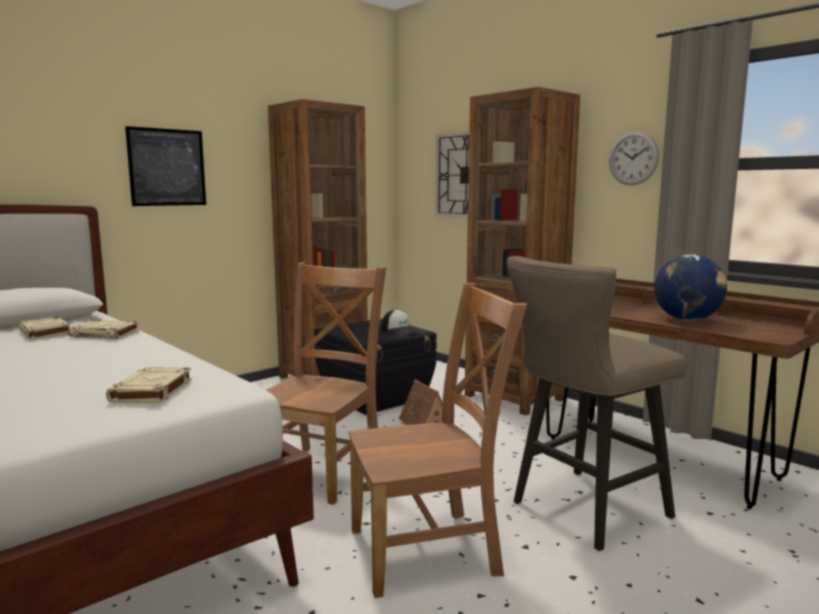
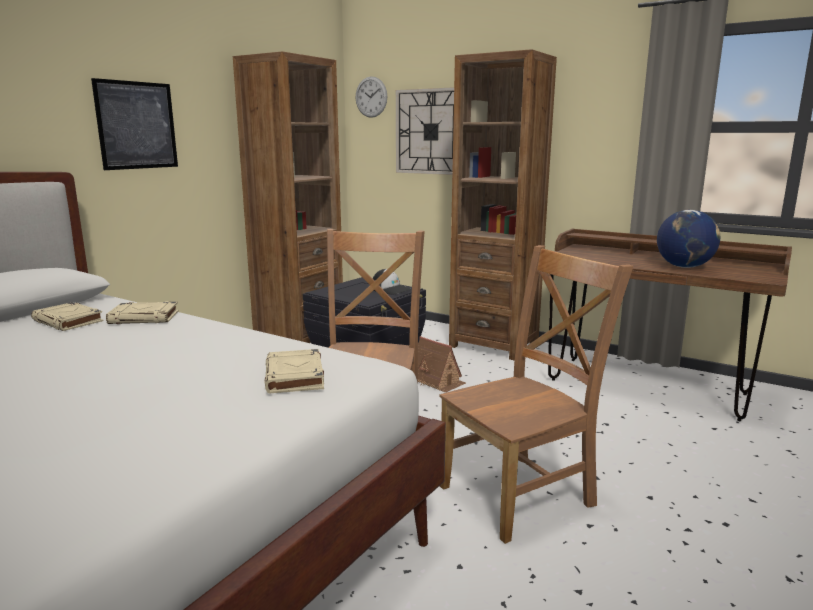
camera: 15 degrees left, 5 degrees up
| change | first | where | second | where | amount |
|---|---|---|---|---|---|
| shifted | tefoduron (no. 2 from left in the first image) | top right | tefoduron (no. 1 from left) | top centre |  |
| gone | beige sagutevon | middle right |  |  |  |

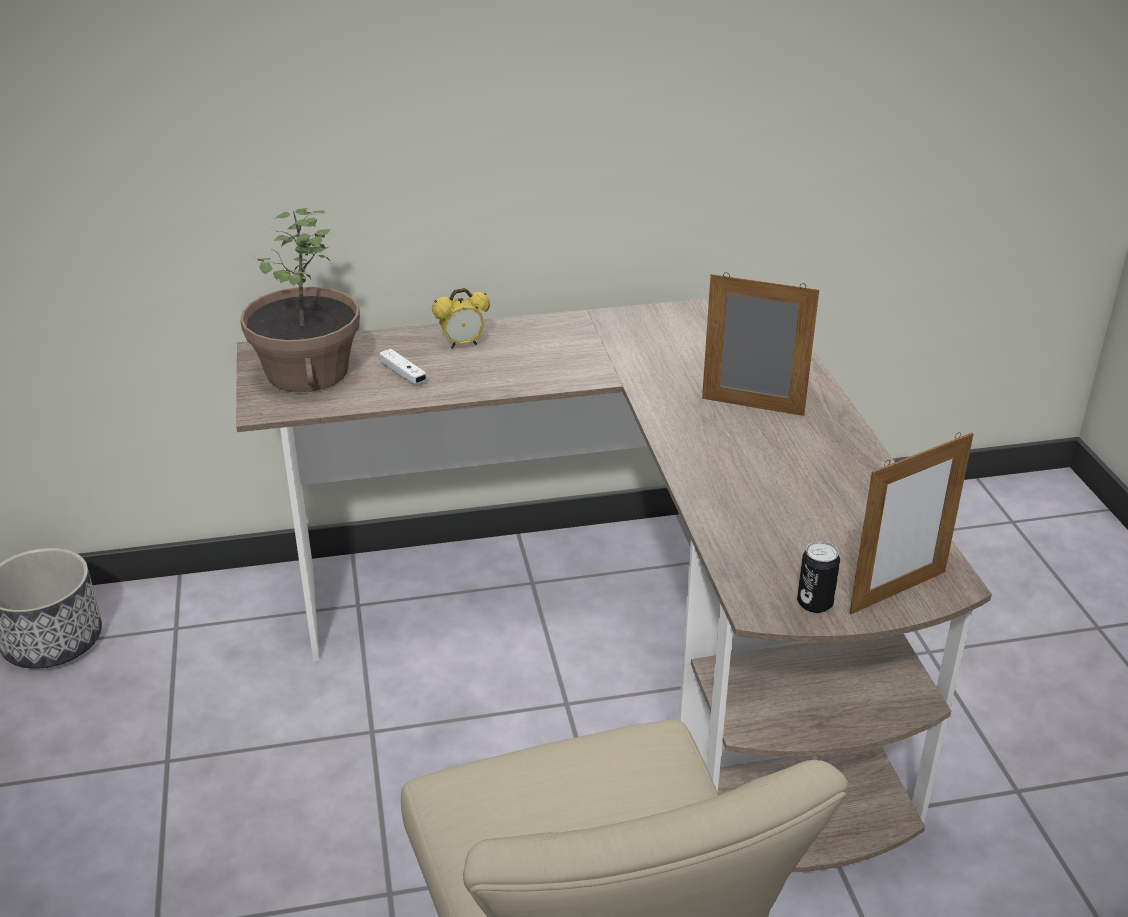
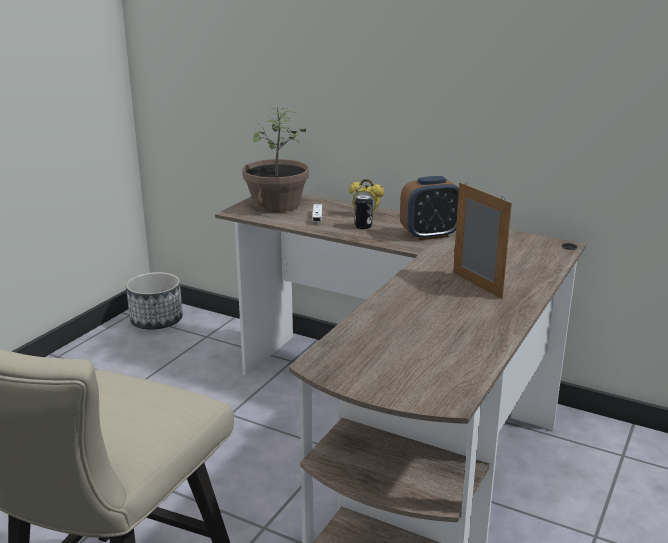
camera: 40 degrees right, 10 degrees down
| change | first | where | second | where | amount |
|---|---|---|---|---|---|
| gone | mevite (no. 2 from left) | middle right |  |  |  |
| shifted | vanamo | middle right |  | centre |  |
| new |  |  | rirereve (no. 2 from left) | centre |  |

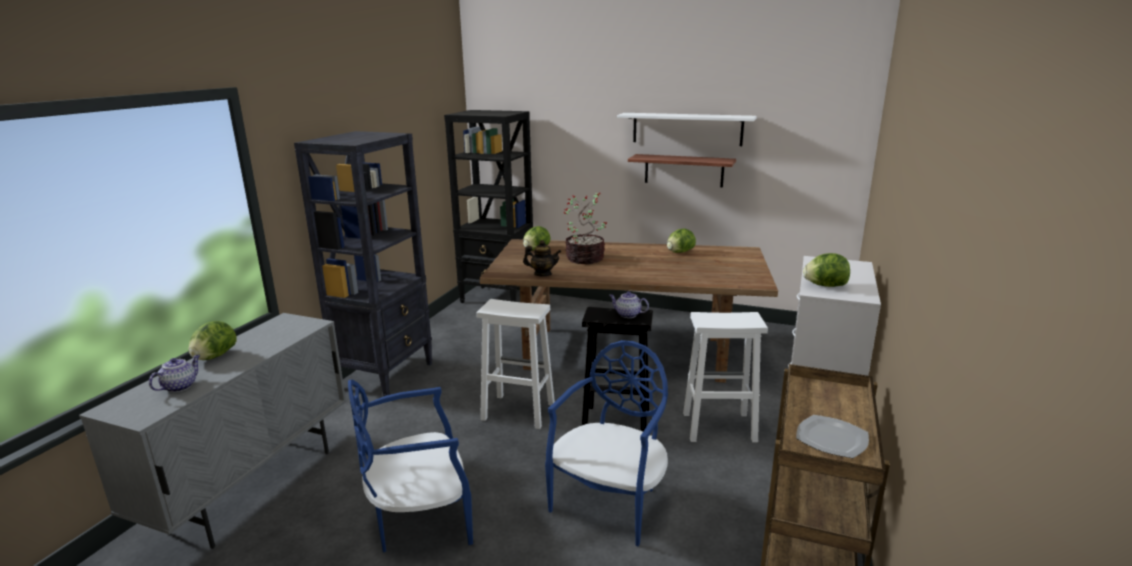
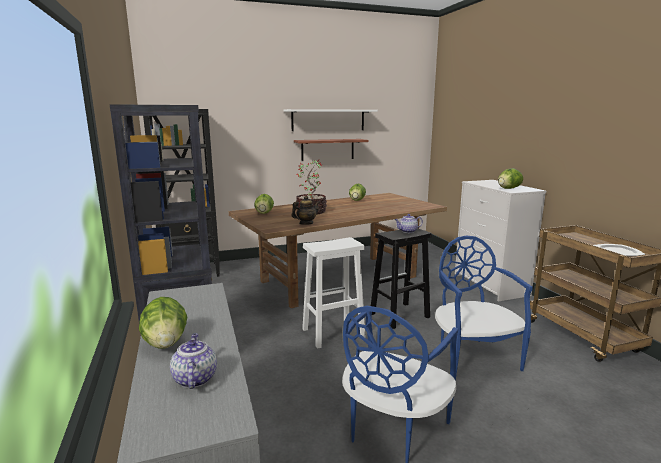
camera: 40 degrees left, 5 degrees down
| change | first | where | second | where | amount |
|---|---|---|---|---|---|
| gone | white sagutevon (no. 2 from left) | centre |  |  |  |

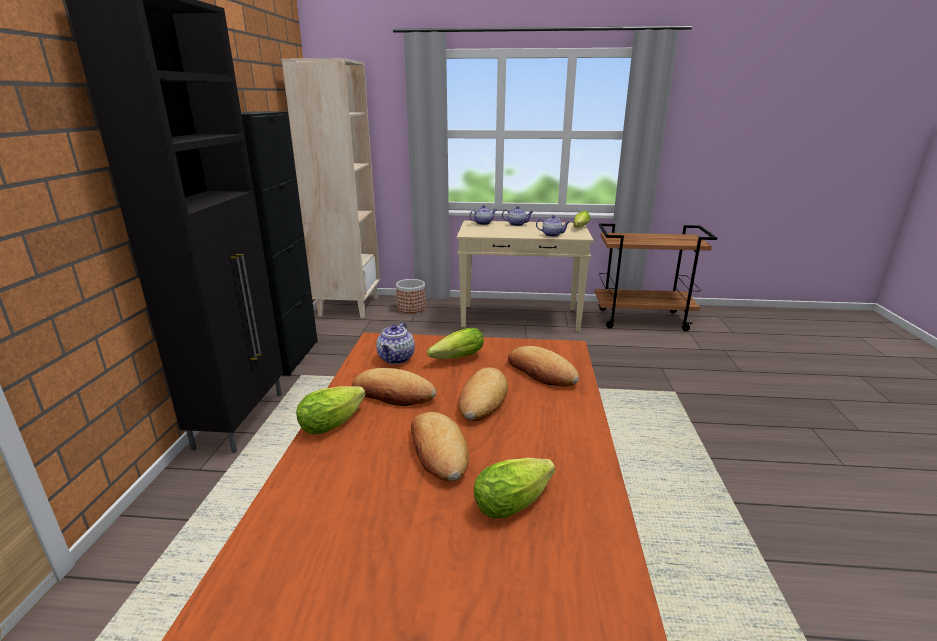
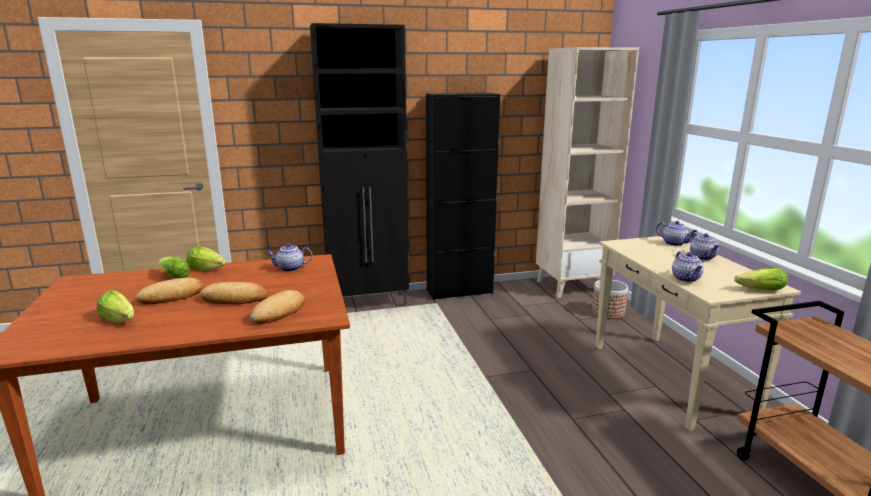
camera: 70 degrees right, 5 degrees down
| change | first | where | second | where | amount |
|---|---|---|---|---|---|
| shifted | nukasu (no. 2 from left) | centre |  | middle left |  |
| gone | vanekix (no. 1 from left) | centre |  |  |  |

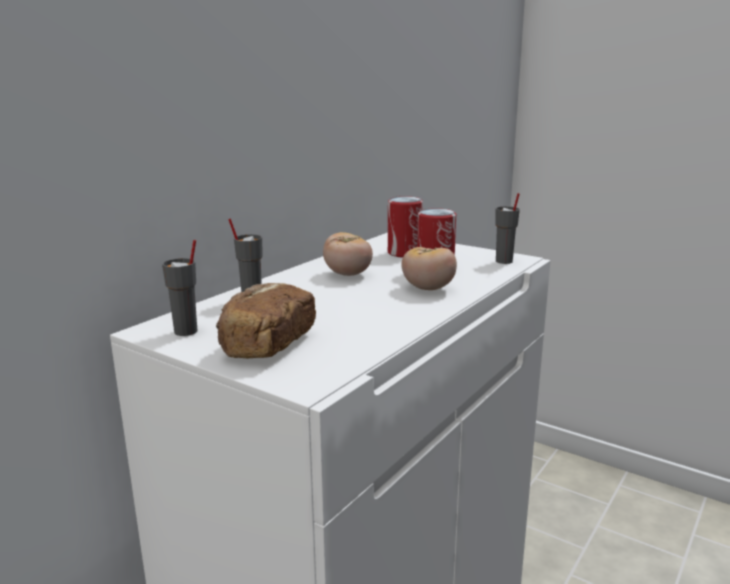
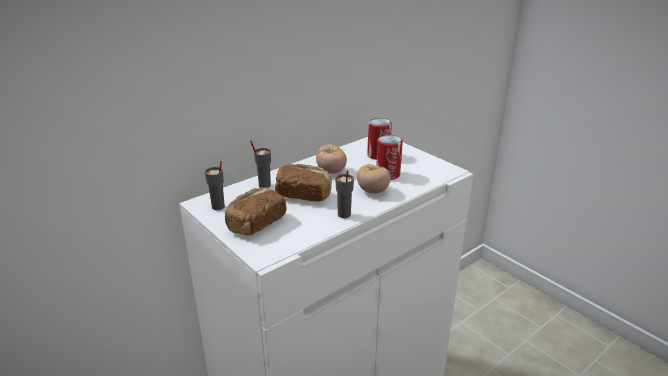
camera: 15 degrees right, 10 degrees up
| change | first | where | second | where | amount |
|---|---|---|---|---|---|
| shifted | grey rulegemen (no. 3 from left) | middle right |  | centre |  |
| new |  |  | vanekix (no. 2 from left) | centre |  |

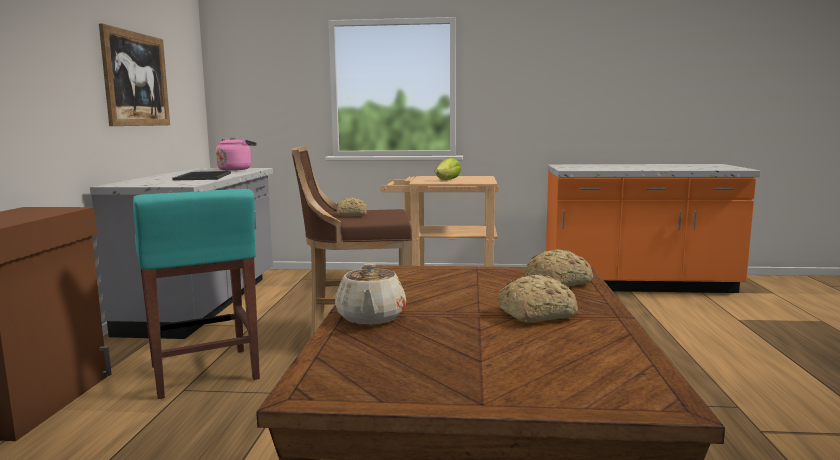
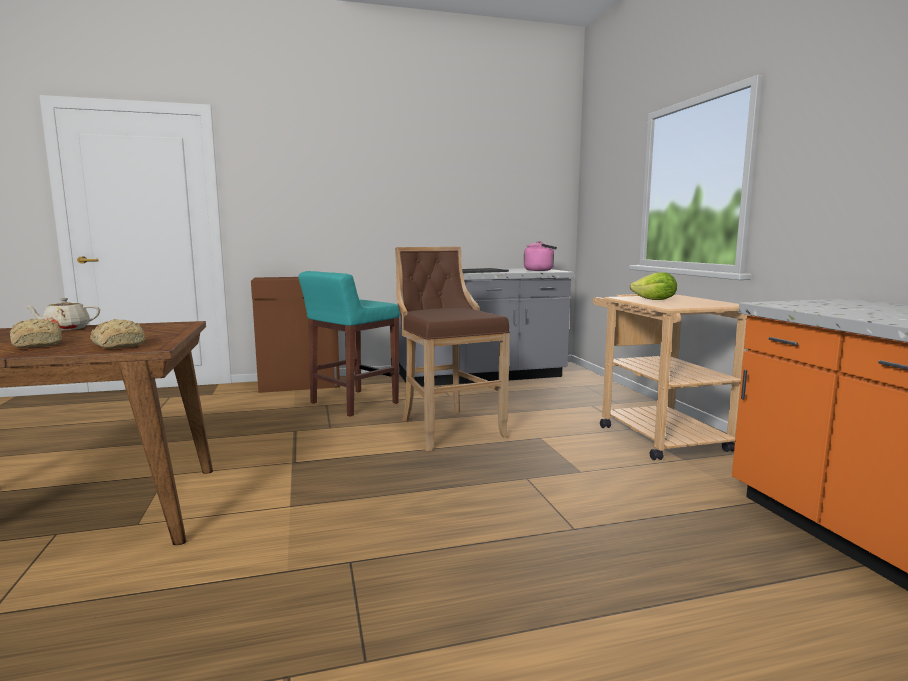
camera: 70 degrees right, 0 degrees up
| change | first | where | second | where | amount |
|---|---|---|---|---|---|
| gone | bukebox | top left |  |  |  |
| gone | vanekix (no. 1 from left) | centre |  |  |  |

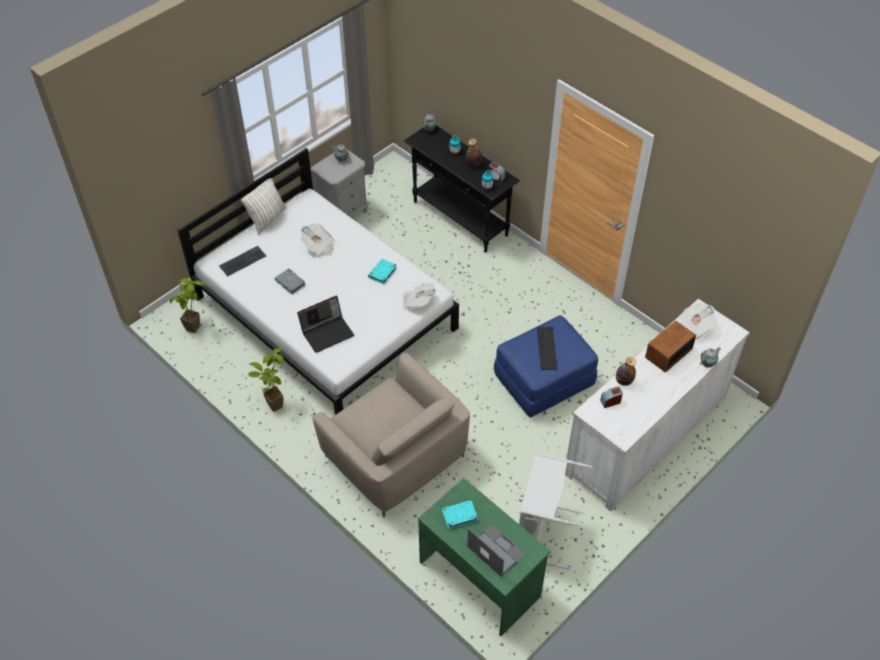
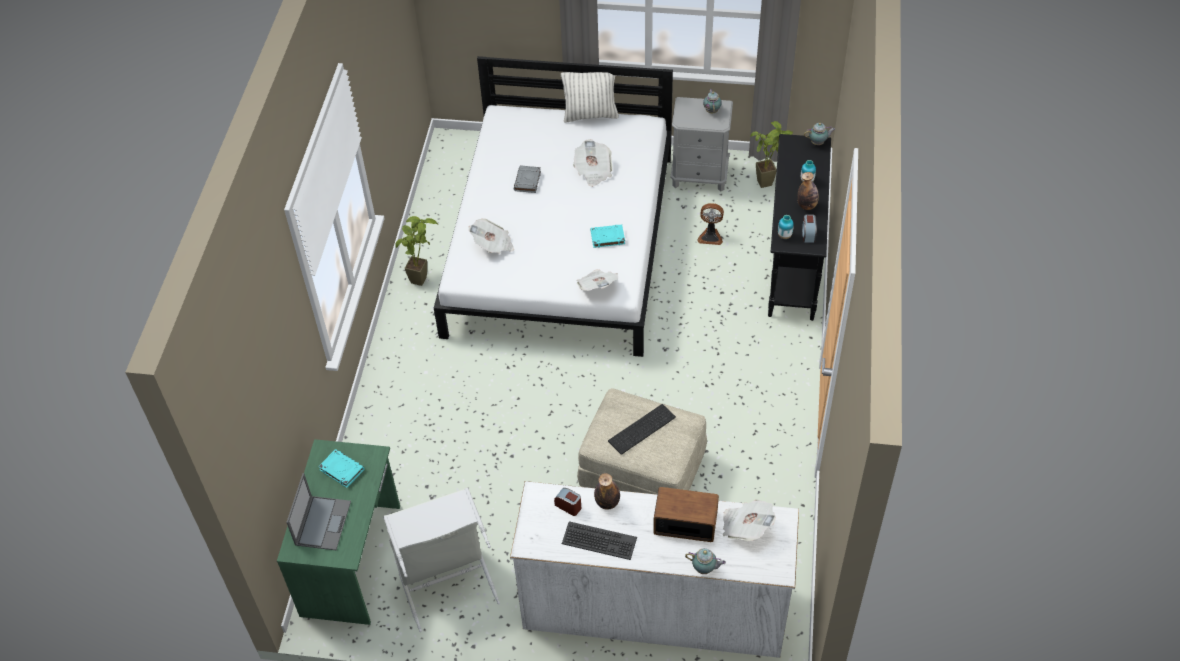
camera: 55 degrees right, 0 degrees up
| change | first | where | second | where | amount |
|---|---|---|---|---|---|
| shifted | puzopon (no. 1 from left) | middle left |  | bottom centre |  |
| shifted | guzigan (no. 1 from left in the first image) | middle left | guzigan (no. 2 from left) | top centre |  |
| swapped | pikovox (no. 1 from left) | centre | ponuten (no. 1 from left) | centre |  |
| repainted | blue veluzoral | centre | beige veluzoral | bottom centre |  |
| gone | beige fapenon | centre |  |  |  |
| new |  |  | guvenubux | centre |  |

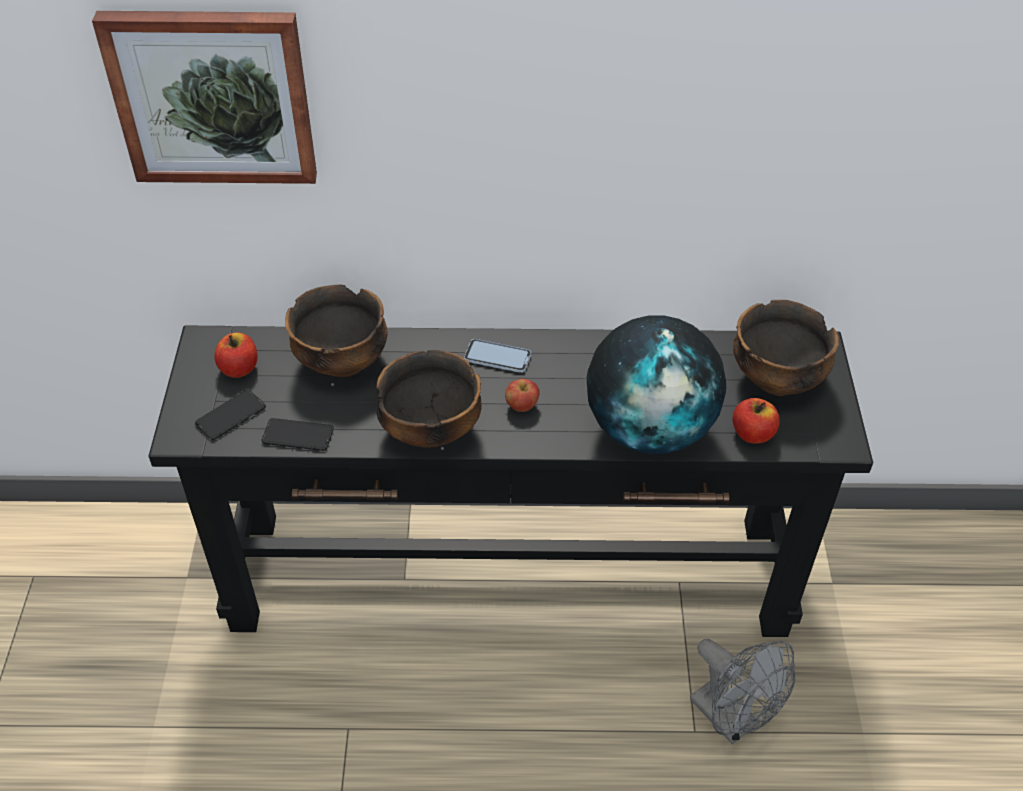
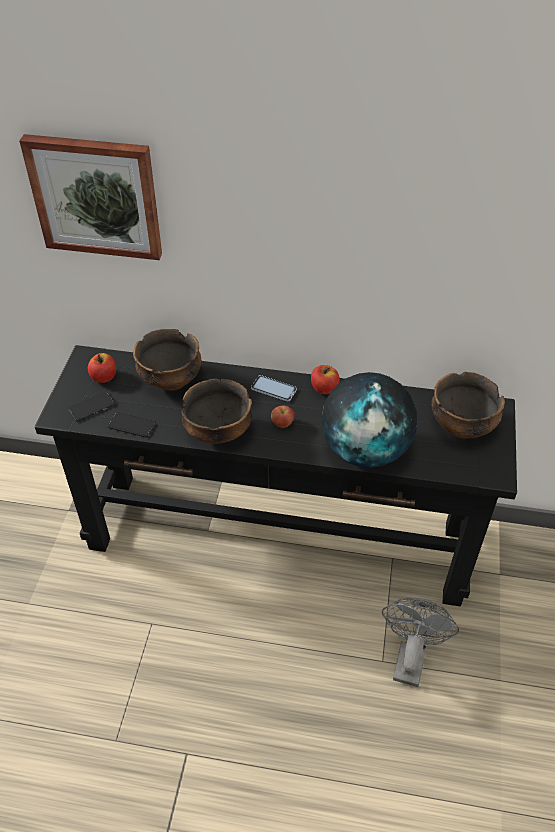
camera: 10 degrees right, 0 degrees up
| change | first | where | second | where | amount |
|---|---|---|---|---|---|
| shifted | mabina (no. 3 from left) | middle right |  | centre |  |
| rotated | grey guvenubux | bottom right |  | bottom right | 135 degrees counterclockwise |

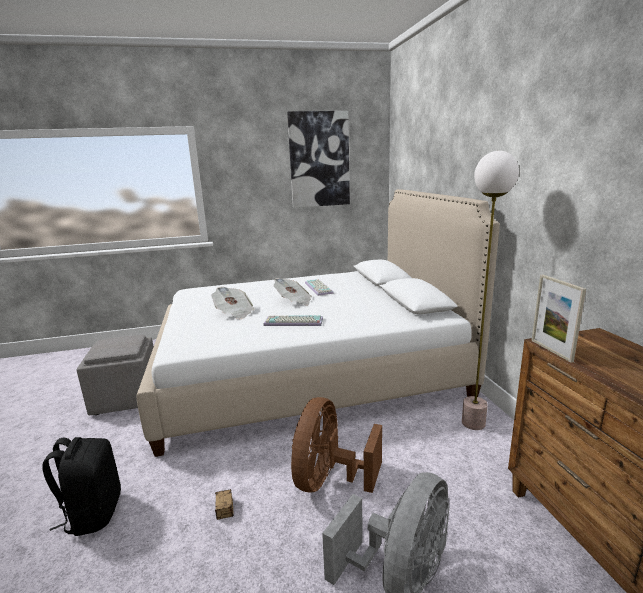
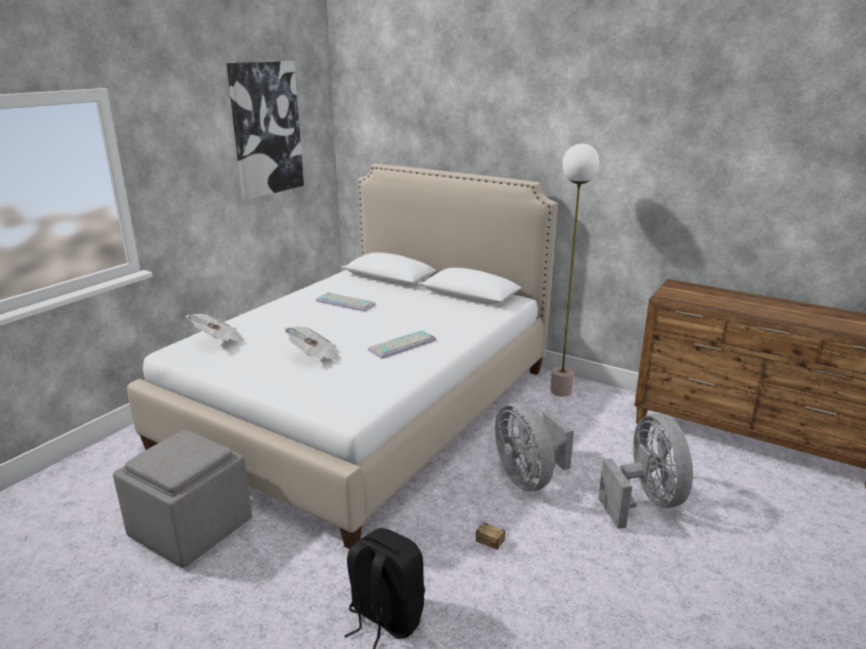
camera: 45 degrees left, 5 degrees up
| change | first | where | second | where | amount |
|---|---|---|---|---|---|
| gone | mevite | middle right |  |  |  |
| shifted | ponuten (no. 2 from left in the first image) | centre | ponuten (no. 1 from left) | middle left |  |
| repainted | brown guvenubux | bottom centre | grey guvenubux (no. 1 from left) | bottom centre |  |

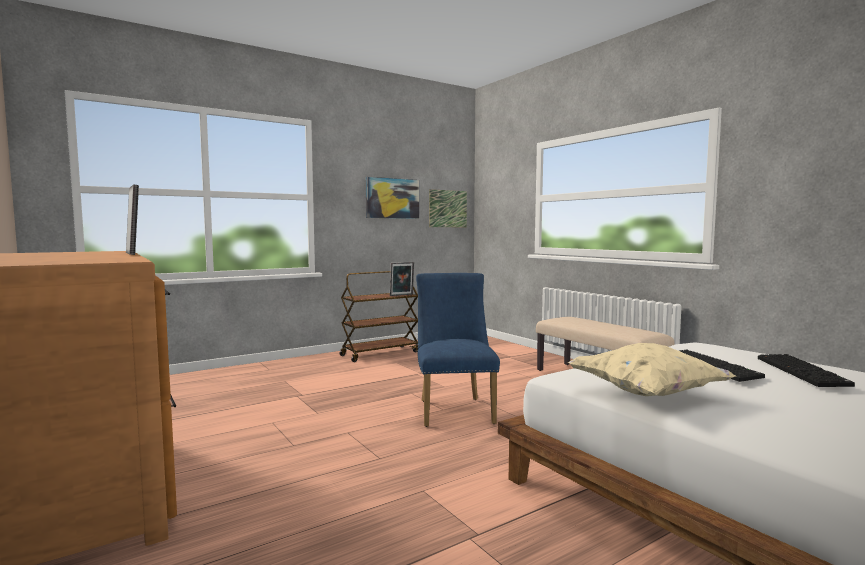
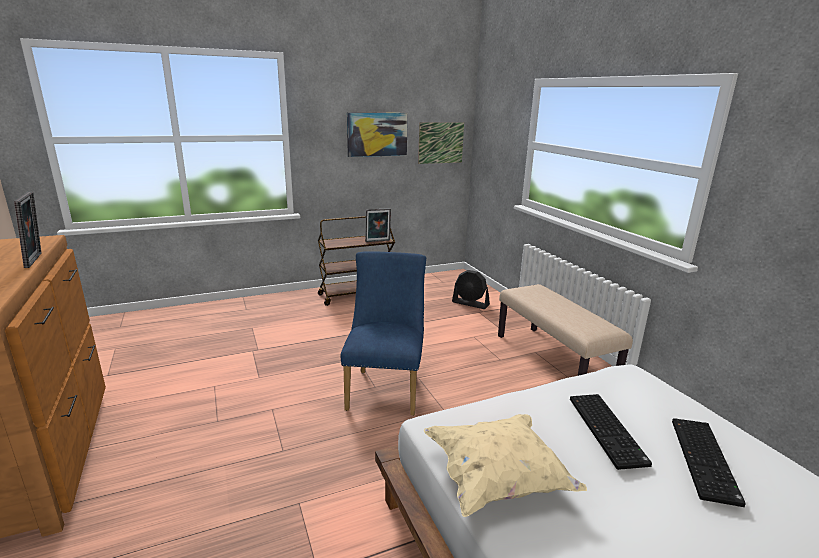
camera: 10 degrees right, 15 degrees up
| change | first | where | second | where | amount |
|---|---|---|---|---|---|
| new |  |  | black guvenubux | centre |  |

